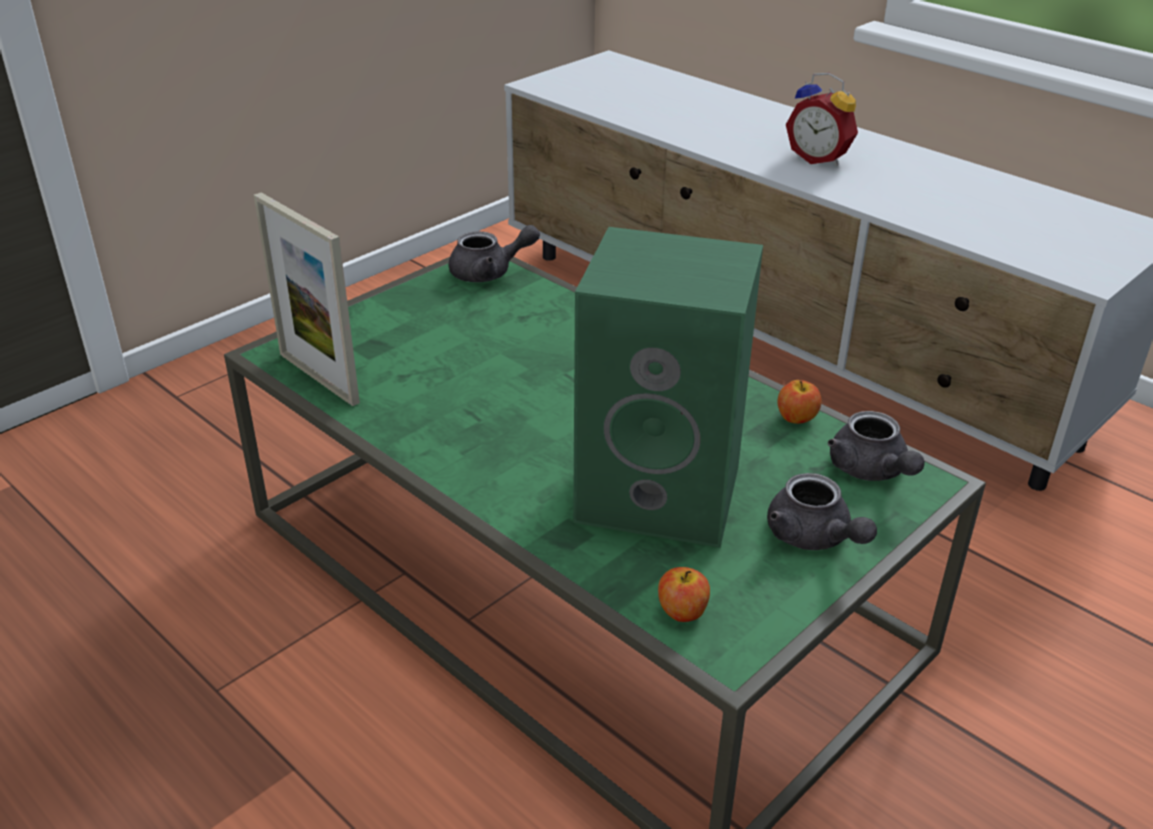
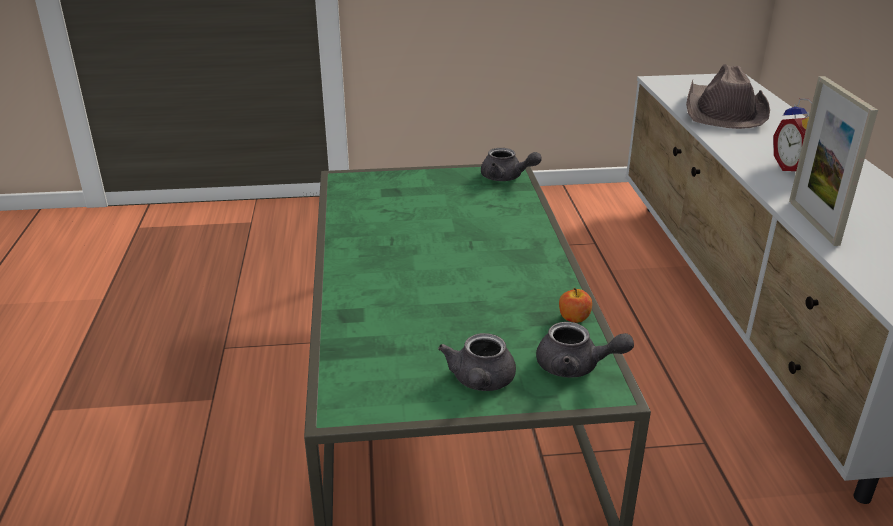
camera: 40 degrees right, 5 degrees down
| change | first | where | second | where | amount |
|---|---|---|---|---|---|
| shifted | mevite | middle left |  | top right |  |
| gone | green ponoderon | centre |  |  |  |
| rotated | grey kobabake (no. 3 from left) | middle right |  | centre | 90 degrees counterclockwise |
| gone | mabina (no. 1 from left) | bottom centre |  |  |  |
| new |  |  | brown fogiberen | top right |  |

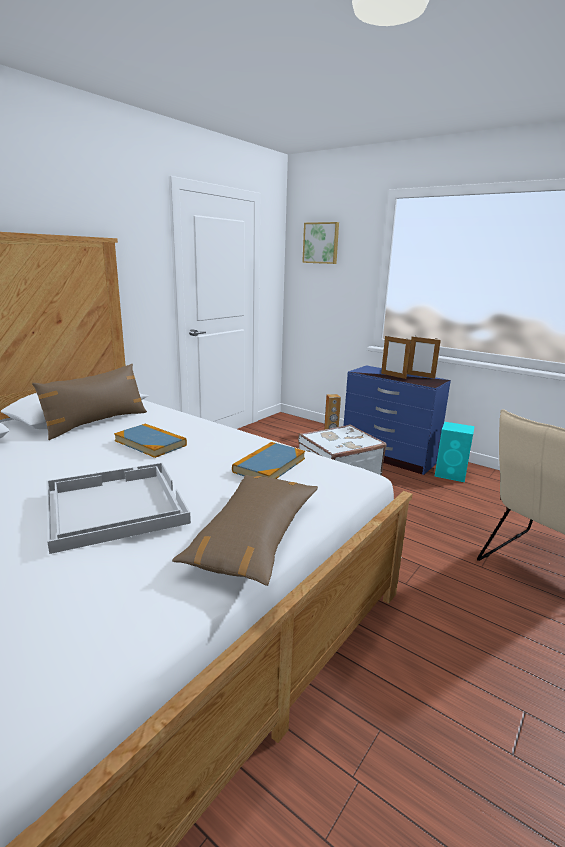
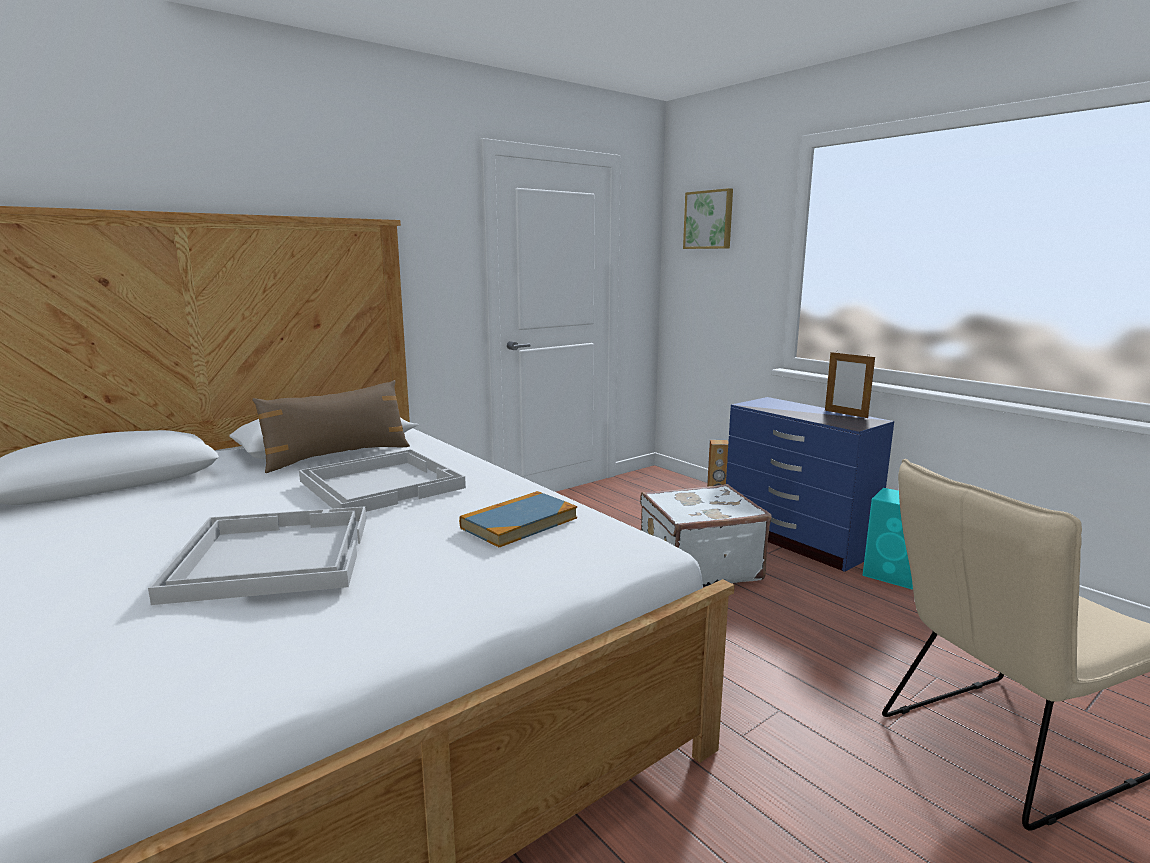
camera: 15 degrees right, 5 degrees down
| change | first | where | second | where | amount |
|---|---|---|---|---|---|
| gone | mevite (no. 1 from left) | middle right |  |  |  |
| swapped | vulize (no. 1 from left) | middle left | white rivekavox (no. 2 from left) | middle left |  |
| gone | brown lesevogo (no. 2 from left) | centre |  |  |  |

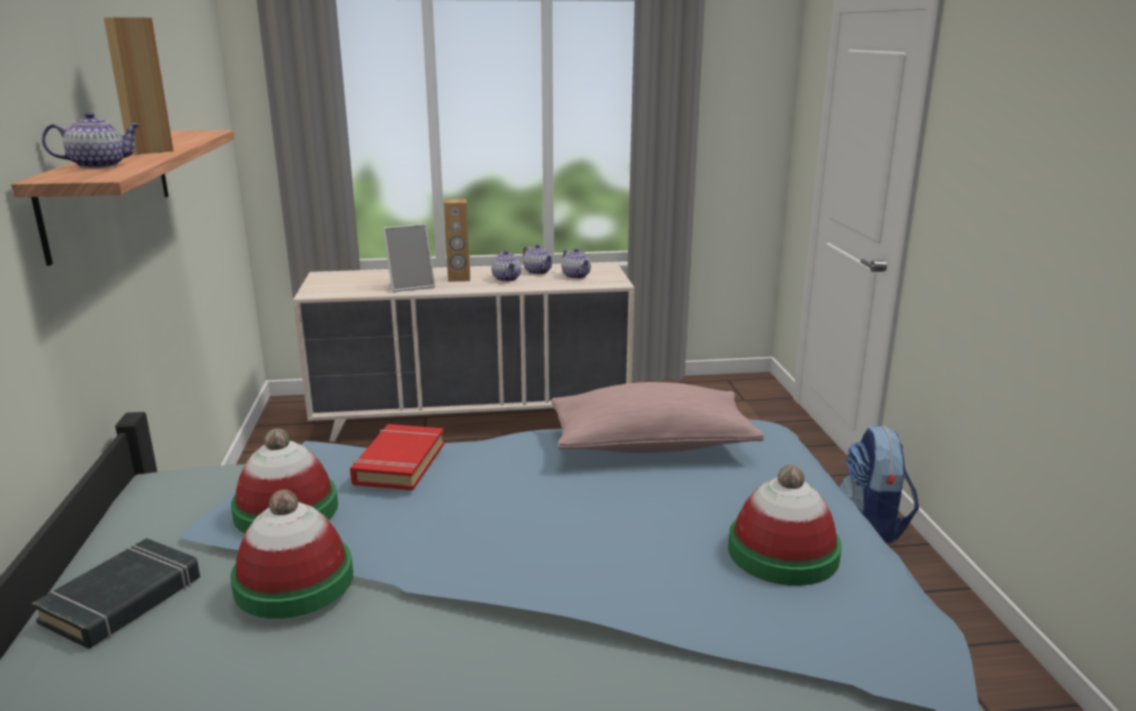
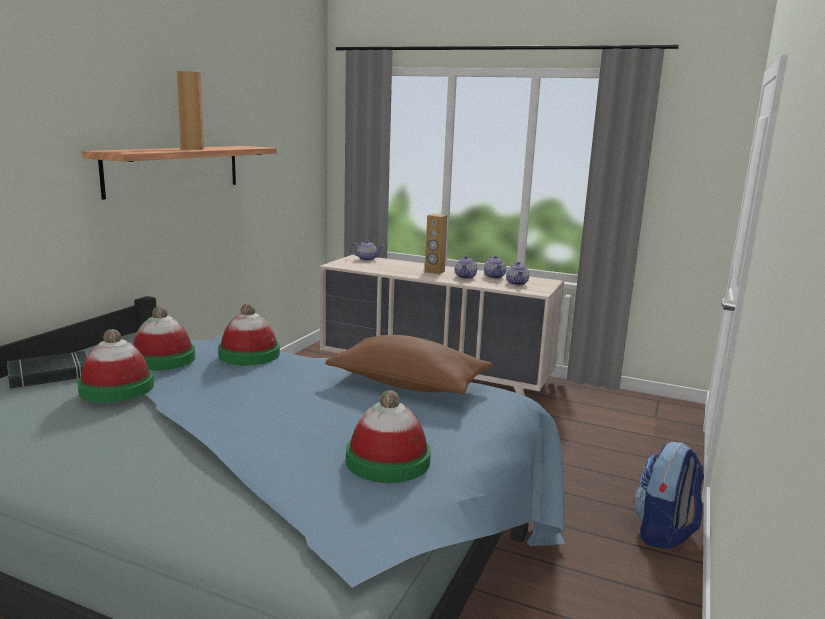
camera: 30 degrees right, 5 degrees down
| change | first | where | second | where | amount |
|---|---|---|---|---|---|
| shifted | kobabake (no. 1 from left) | top left |  | centre |  |
| gone | mevite | centre |  |  |  |
| repainted | pink lesevogo | centre | brown lesevogo | centre |  |
| swapped | red vulize | centre | fogiberen (no. 3 from left) | middle left |  |

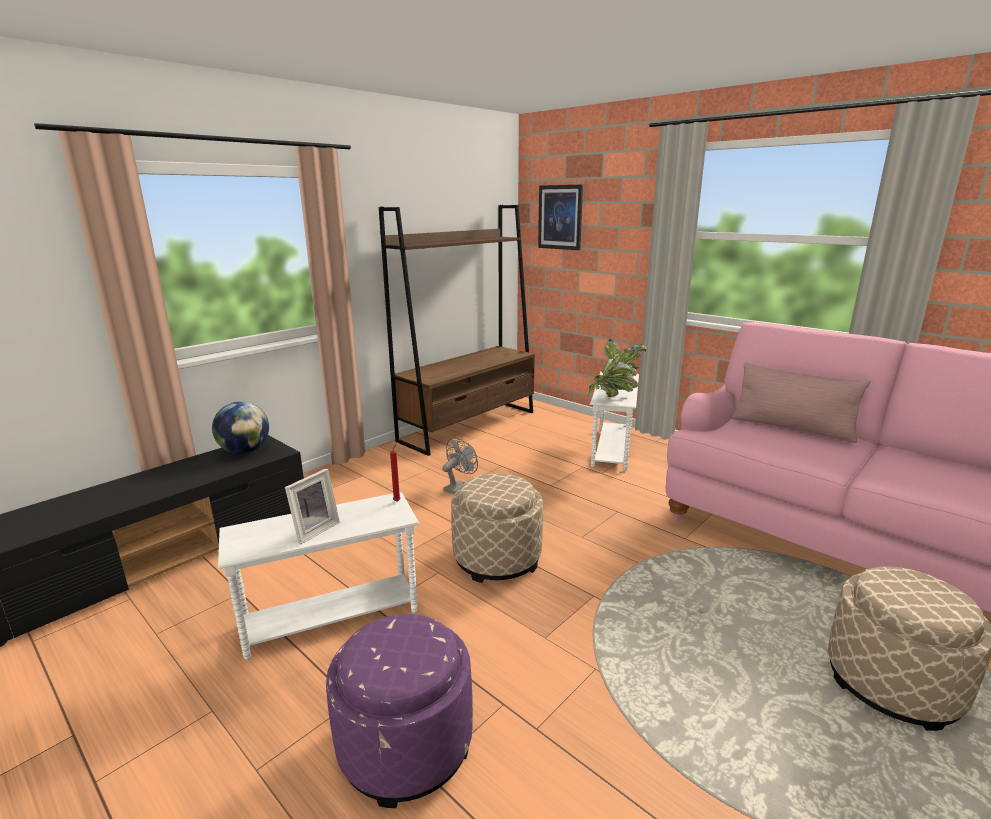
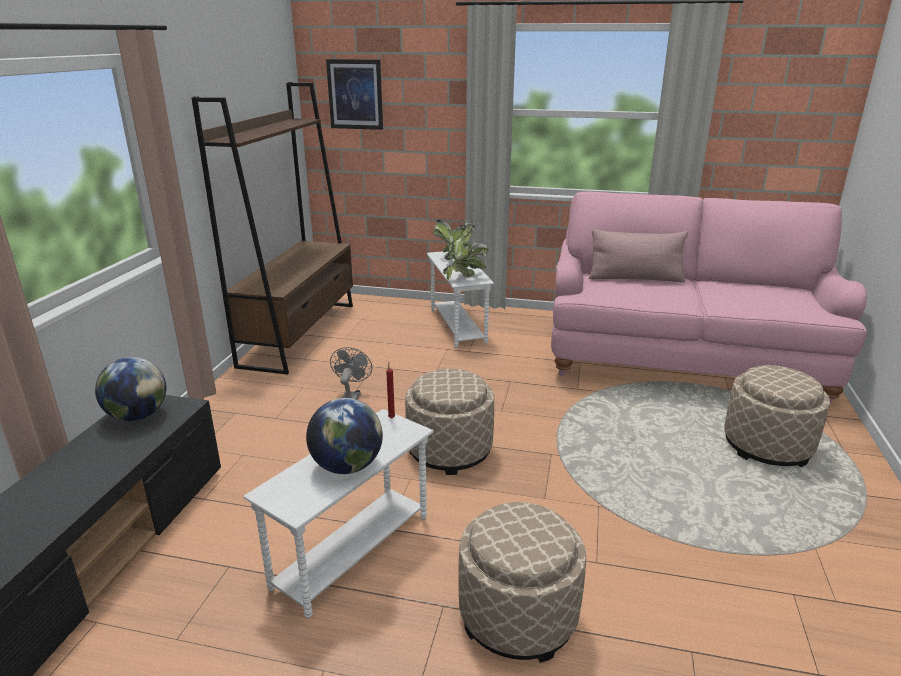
camera: 30 degrees left, 5 degrees up
| change | first | where | second | where | amount |
|---|---|---|---|---|---|
| swapped | mevite | middle left | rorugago (no. 2 from left) | centre |  |
| repainted | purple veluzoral | bottom centre | beige veluzoral (no. 2 from left) | bottom centre |  |

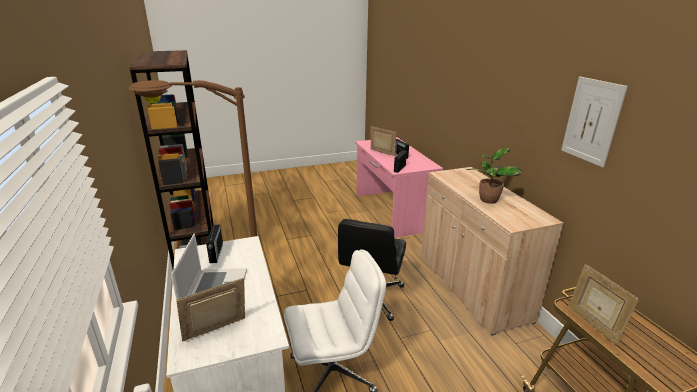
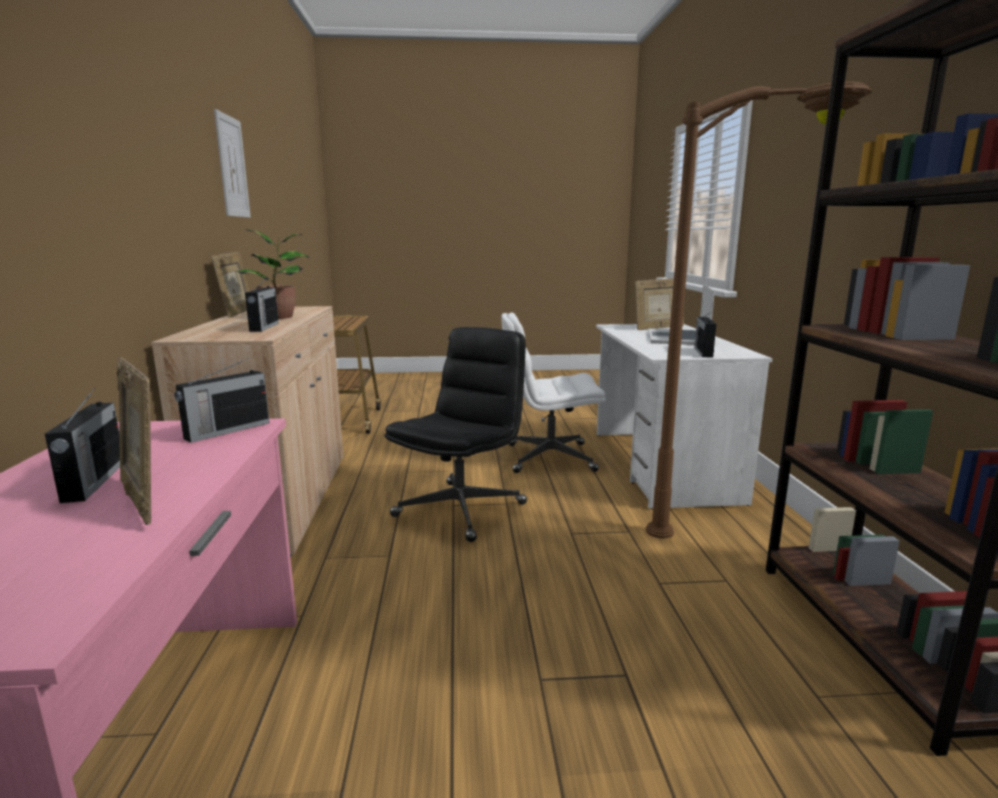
camera: 165 degrees left, 10 degrees down
| change | first | where | second | where | amount |
|---|---|---|---|---|---|
| shifted | mevite (no. 3 from left in the first image) | bottom right | mevite (no. 2 from left) | middle left |  |
| new |  |  | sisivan (no. 3 from left) | middle left |  |

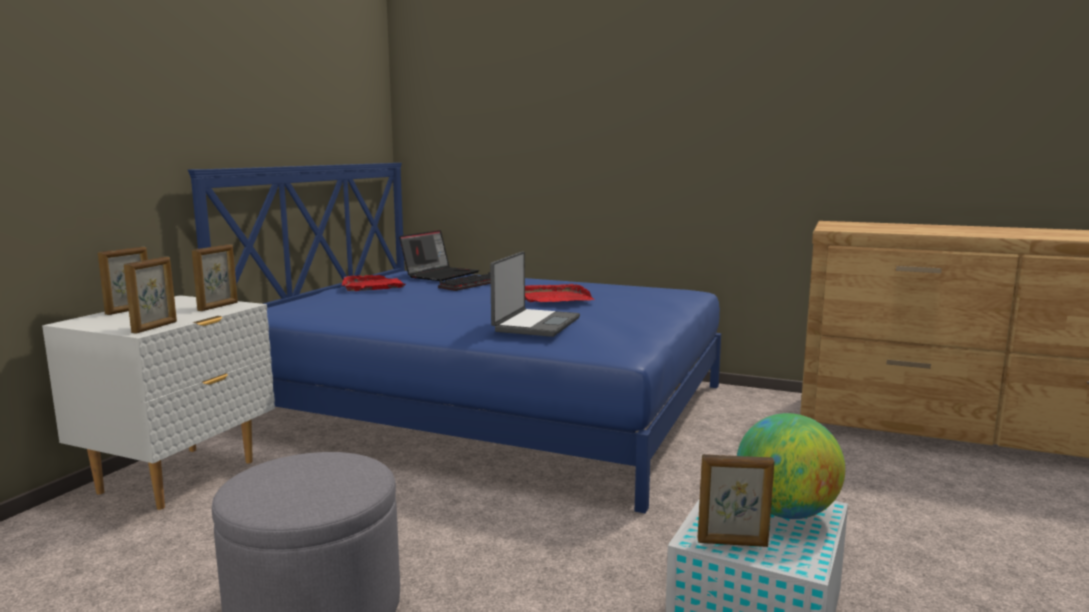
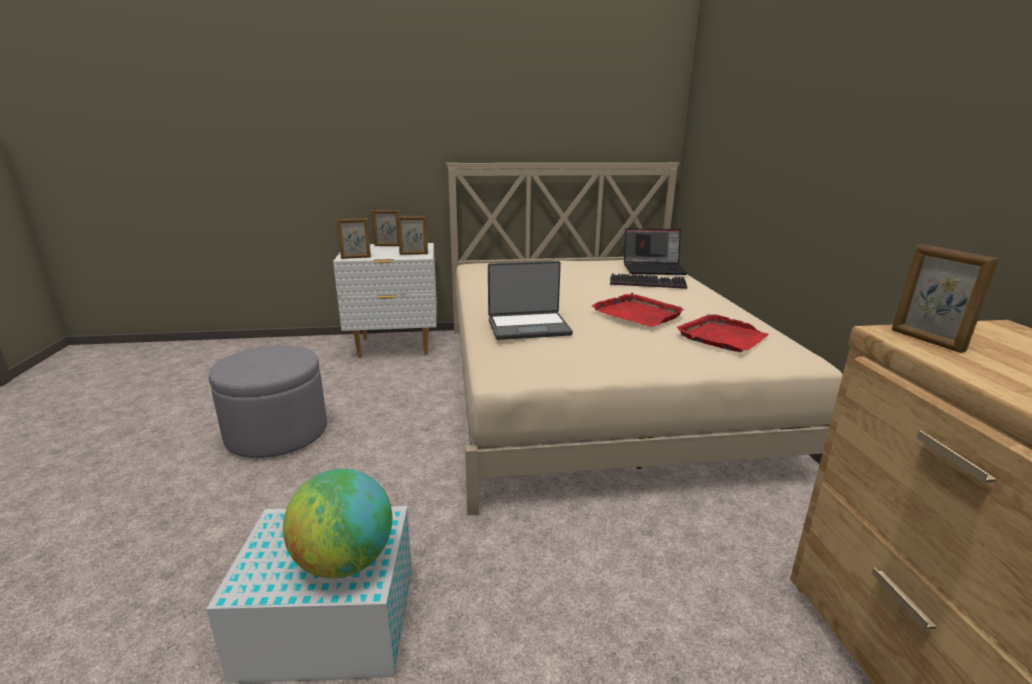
camera: 60 degrees right, 10 degrees up
| change | first | where | second | where | amount |
|---|---|---|---|---|---|
| repainted | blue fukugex | centre | beige fukugex | centre |  |
| shifted | red rivekavox (no. 1 from left in the first image) | centre | red rivekavox (no. 2 from left) | middle right |  |
| shifted | mevite (no. 4 from left) | bottom right |  | middle right |  |

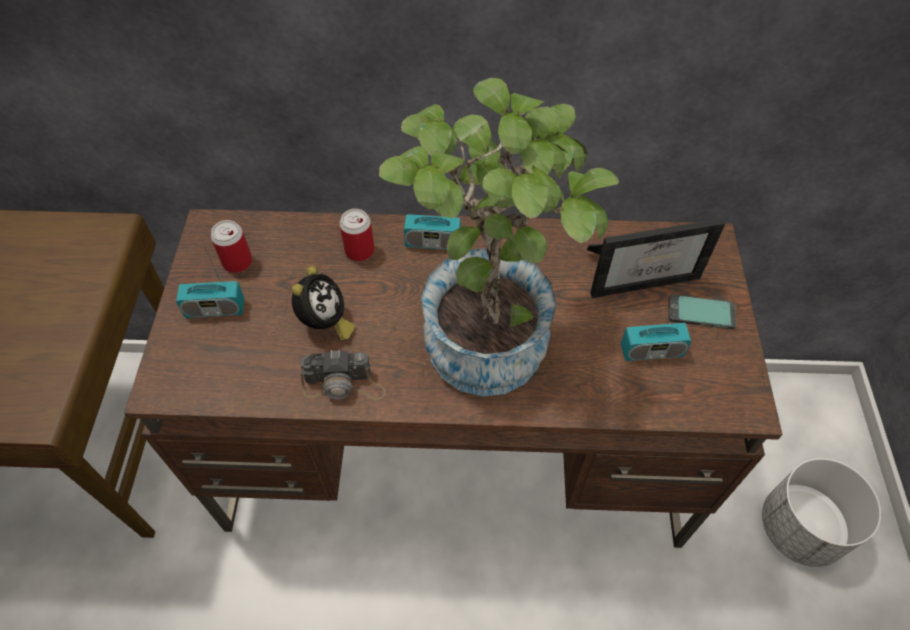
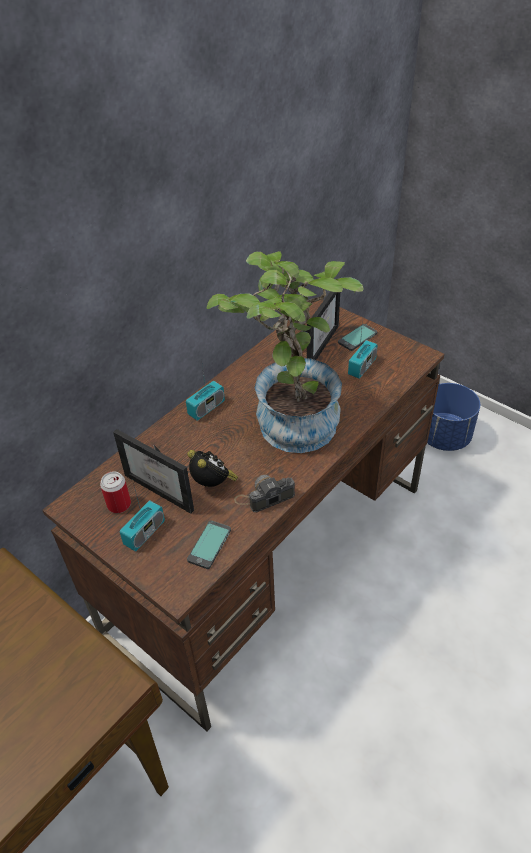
camera: 50 degrees left, 10 degrees down
| change | first | where | second | where | amount |
|---|---|---|---|---|---|
| gone | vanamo (no. 2 from left) | centre |  |  |  |
| rotated | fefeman | centre |  | centre | 150 degrees counterclockwise |
| repainted | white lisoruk | bottom right | blue lisoruk | middle right |  |
| new |  |  | mevite (no. 1 from left) | middle left |  |
| new |  |  | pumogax (no. 1 from left) | centre |  |

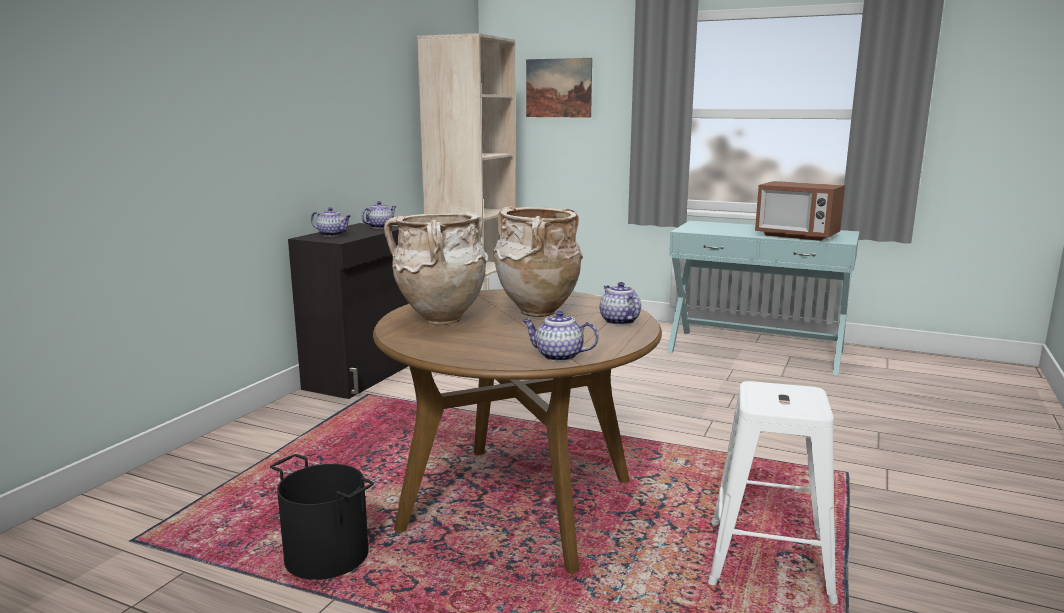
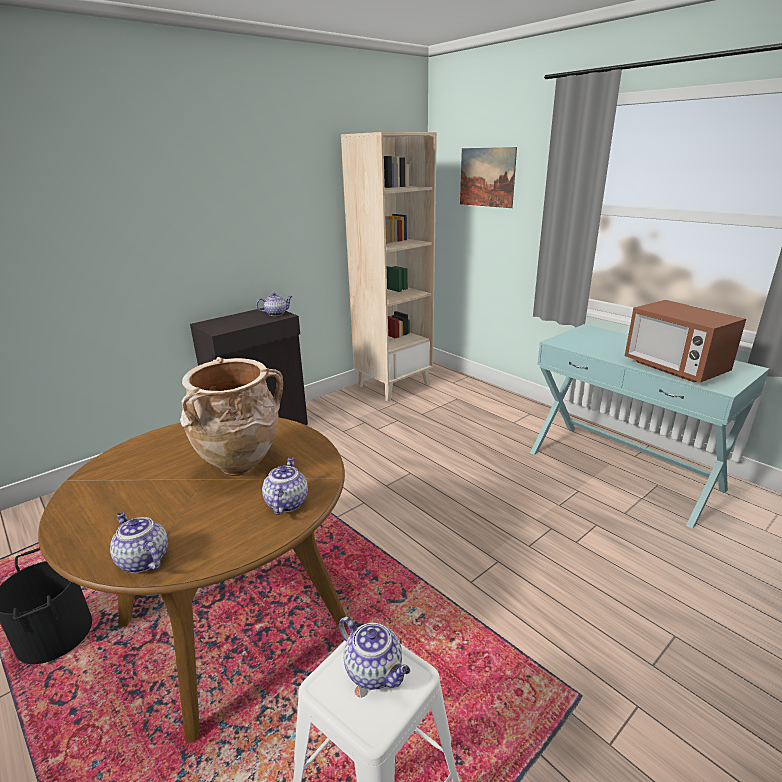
camera: 25 degrees right, 10 degrees up
| change | first | where | second | where | amount |
|---|---|---|---|---|---|
| shifted | kobabake (no. 1 from left in the first image) | middle left | kobabake (no. 4 from left) | bottom centre |  |
| gone | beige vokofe (no. 1 from left) | centre |  |  |  |

